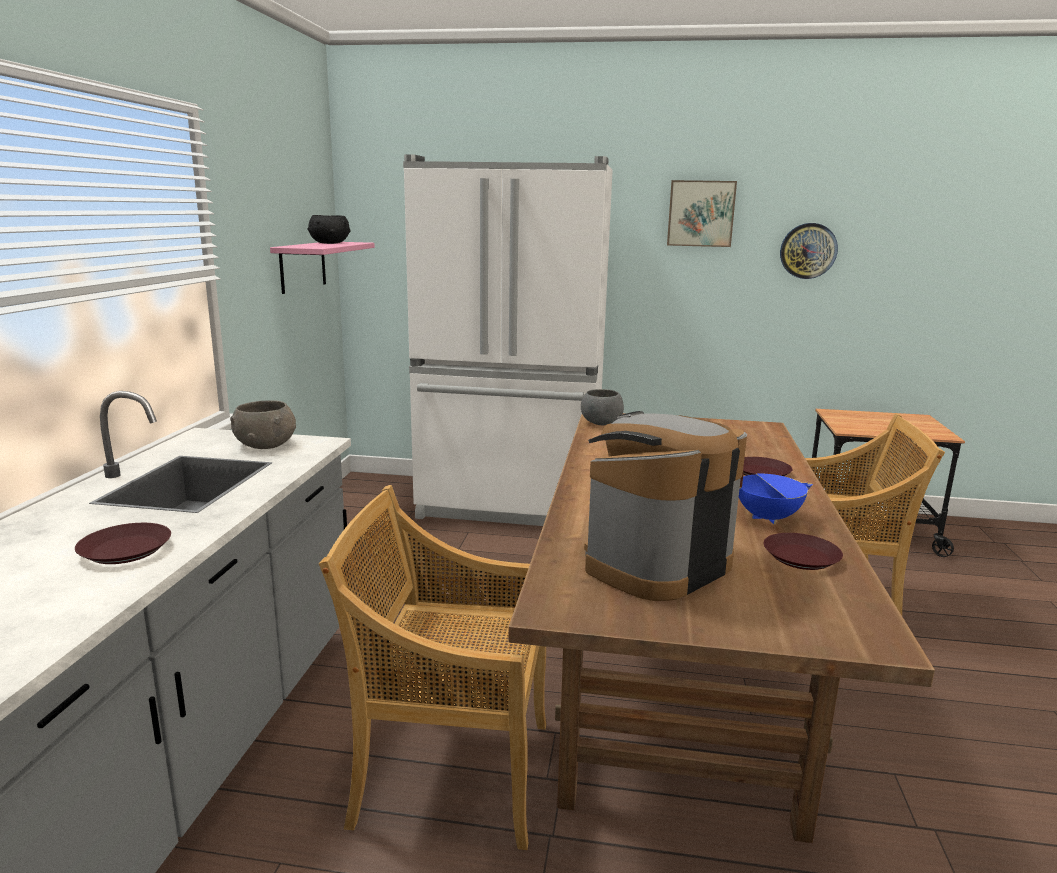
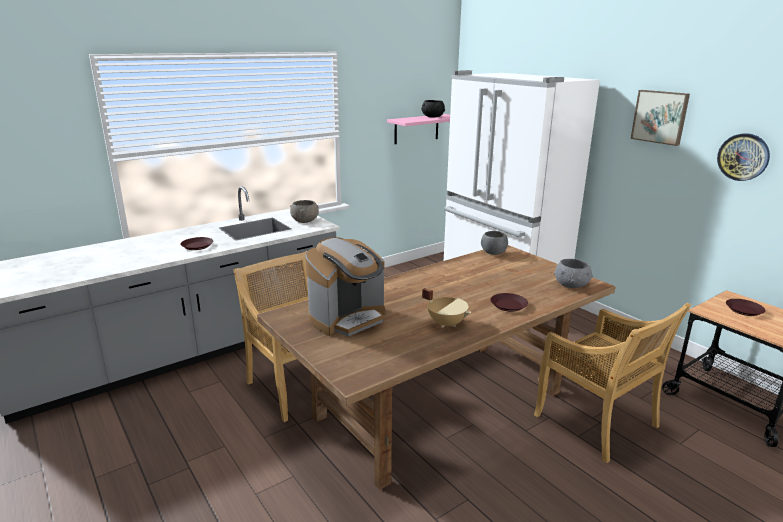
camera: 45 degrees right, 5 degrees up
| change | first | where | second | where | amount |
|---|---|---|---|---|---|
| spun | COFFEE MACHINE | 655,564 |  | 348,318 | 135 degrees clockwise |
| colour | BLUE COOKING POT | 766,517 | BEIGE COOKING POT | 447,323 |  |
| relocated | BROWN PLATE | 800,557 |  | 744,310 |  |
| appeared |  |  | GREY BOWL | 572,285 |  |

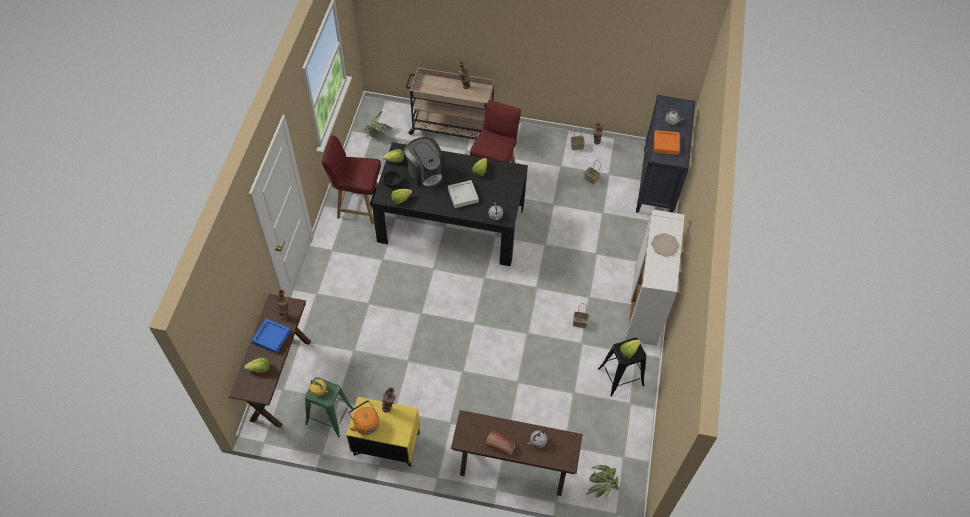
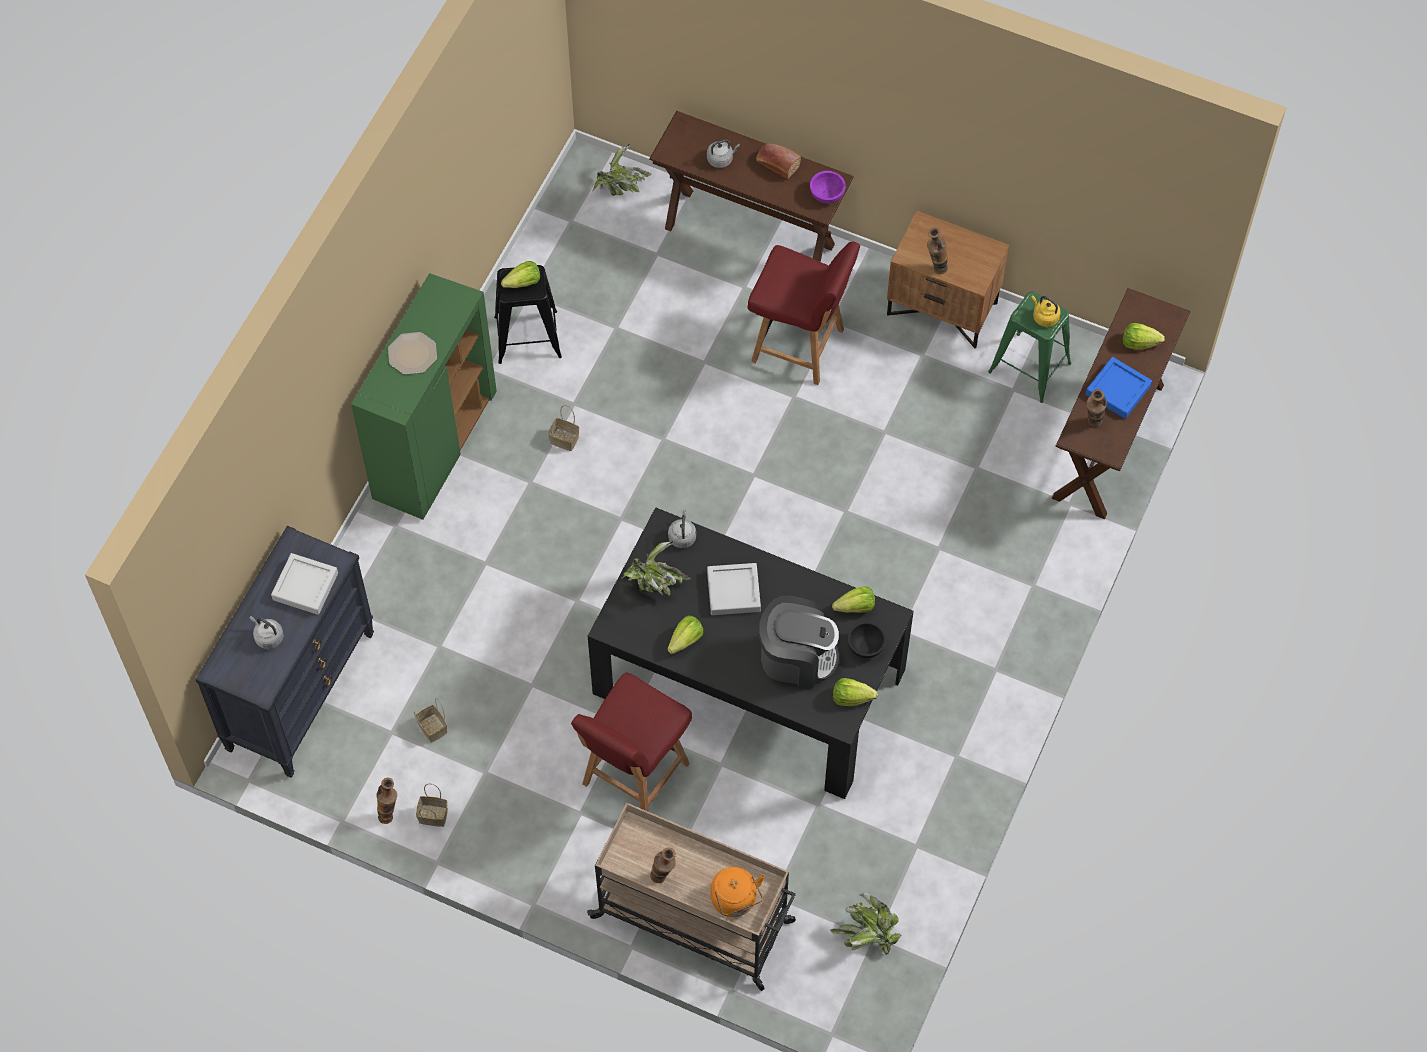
camera: 165 degrees left, 5 degrees up
| change | first | where | second | where | amount |
|---|---|---|---|---|---|
| relocated | RED CHAIR | 358,206 |  | 800,346 |  |
| colour | YELLOW NIGHTSTAND | 386,445 | BROWN NIGHTSTAND | 943,308 |  |
| relocated | ORANGE KETTLE | 365,423 |  | 735,901 |  |
| spun | COFFEE MACHINE | 425,173 |  | 796,657 | 120 degrees clockwise |
| colour | WHITE CABINET | 645,306 | GREEN CABINET | 434,445 |  |
| colour | ORANGE TRAY | 666,144 | GREY TRAY | 305,586 |  |
| appeared |  |  | POTTED PLANT | 654,583 |  |
| appeared |  |  | PURPLE BOWL | 826,194 |  |

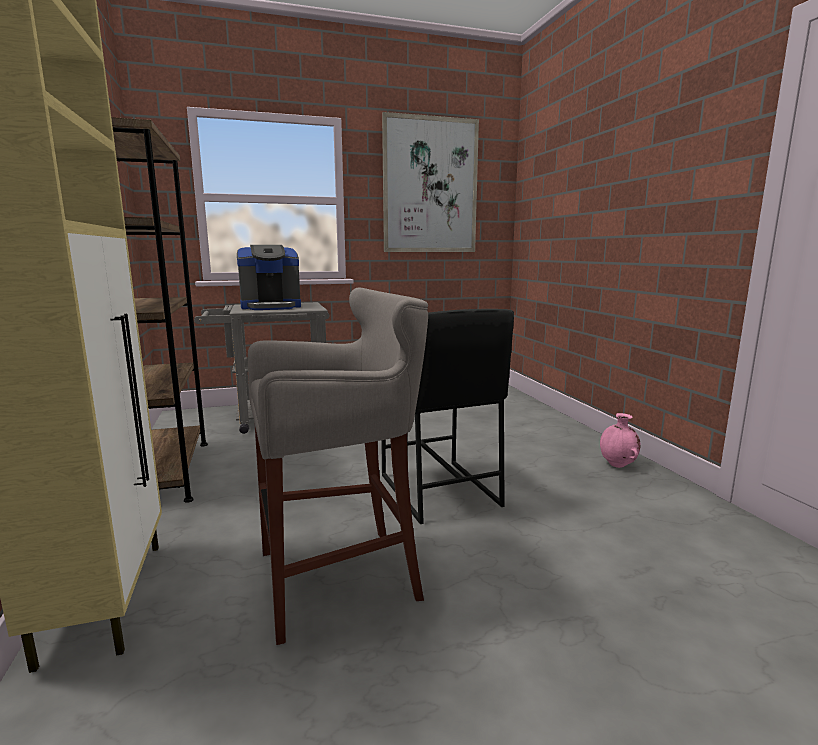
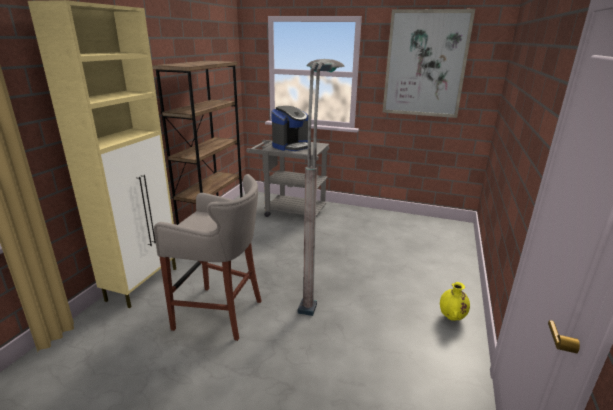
camera: 35 degrees right, 10 degrees up
| change | first | where | second | where | amount |
|---|---|---|---|---|---|
| spun | COFFEE MACHINE | 271,307 |  | 291,146 | 60 degrees counterclockwise |
| exchanged | BLACK STOOL | 438,490 | GREY FLOOR LAMP | 315,288 |  |
| colour | PINK VASE | 617,465 | YELLOW VASE | 452,318 |  |

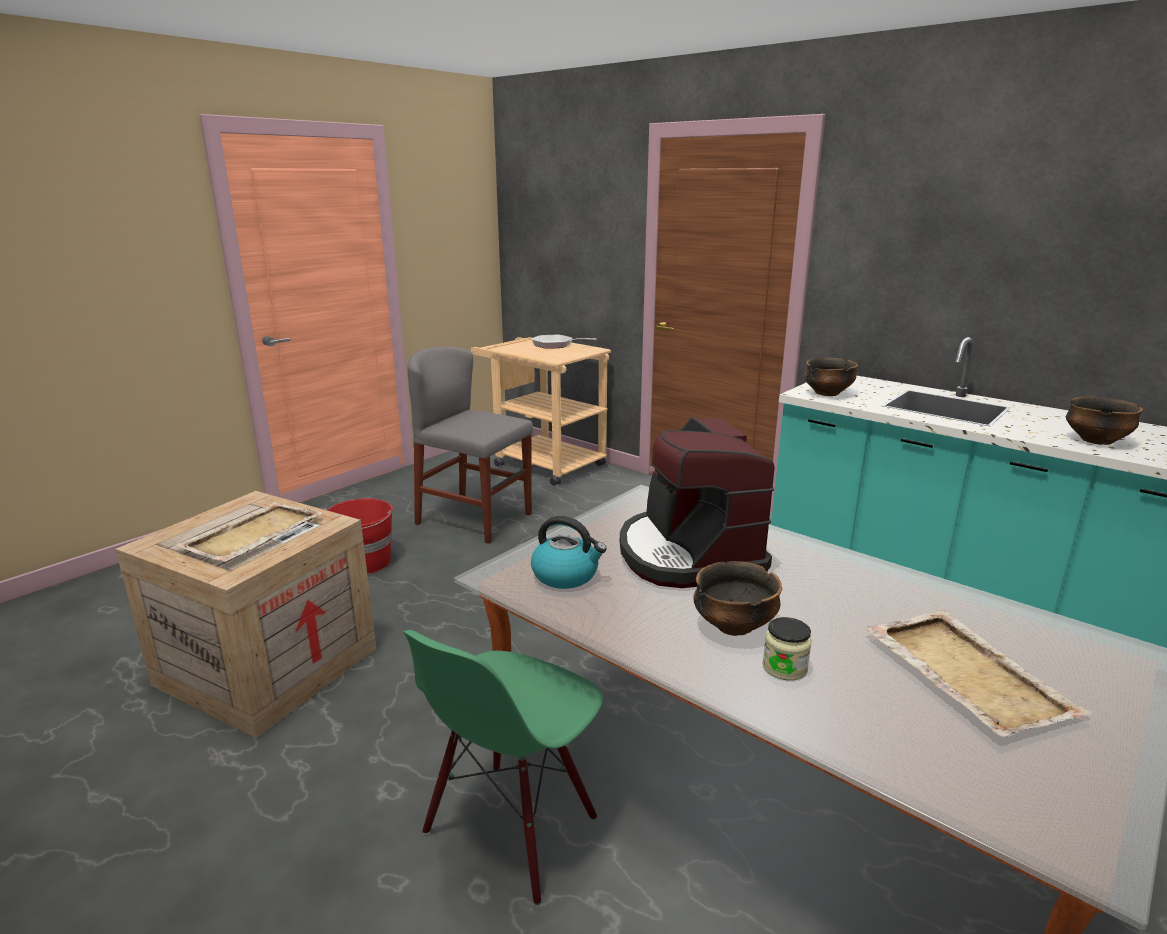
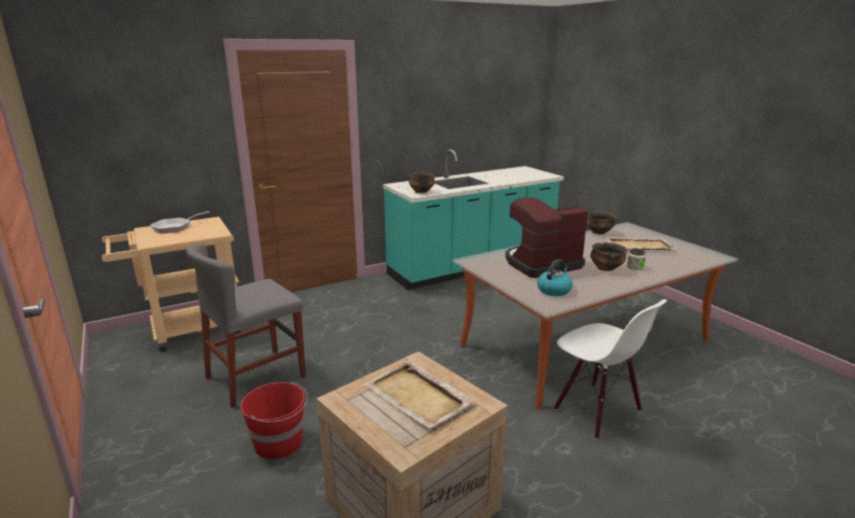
camera: 70 degrees left, 0 degrees up
| change | first | where | second | where | amount |
|---|---|---|---|---|---|
| colour | GREEN CHAIR | 511,828 | WHITE CHAIR | 596,410 |  |
| spun | COFFEE MACHINE | 688,554 |  | 541,264 | 150 degrees clockwise |
| relocated | BOWL | 1096,441 |  | 599,232 |  |

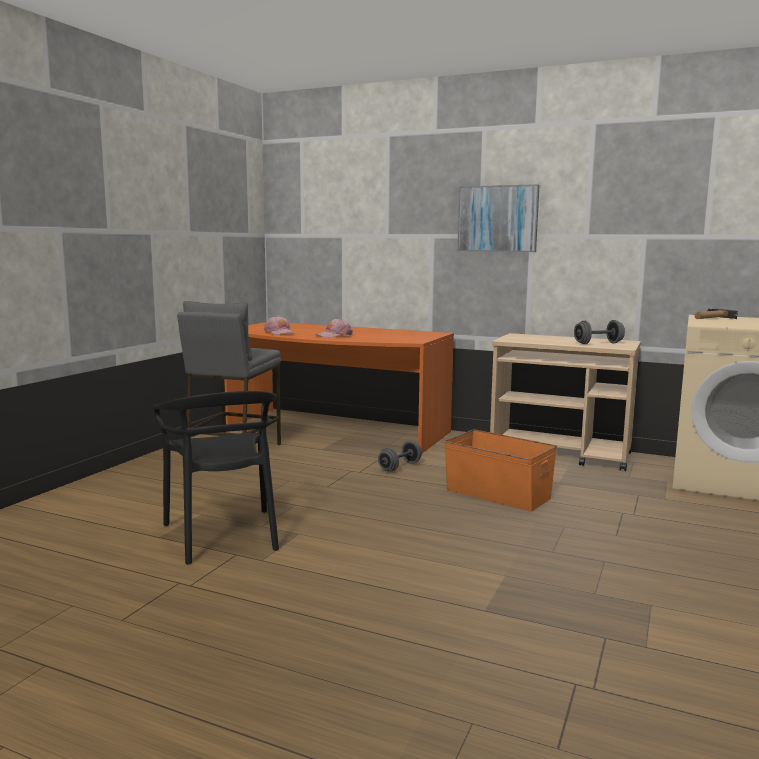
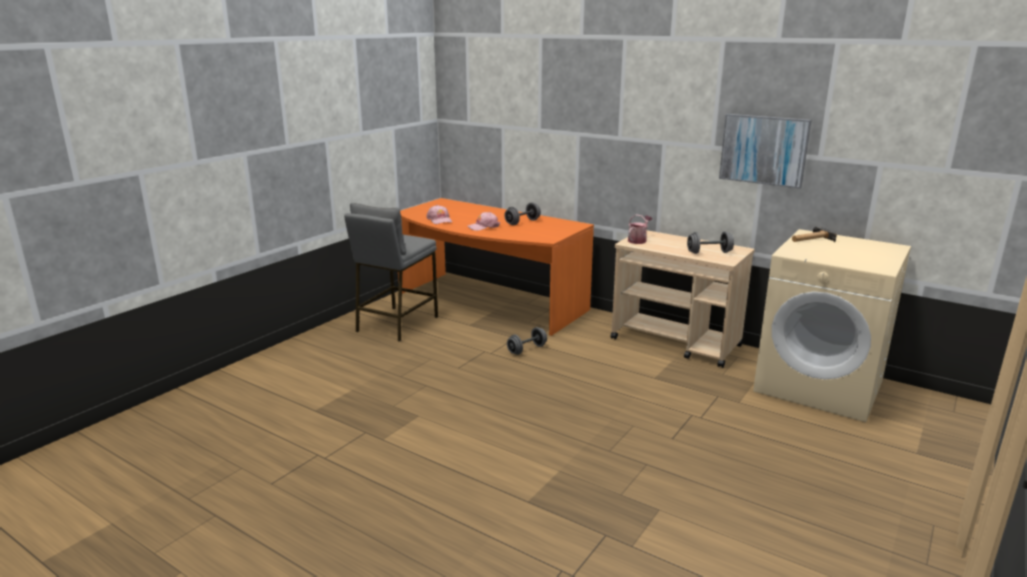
camera: 10 degrees right, 10 degrees up
| change | first | where | second | where | amount |
|---|---|---|---|---|---|
| missing | BLACK CHAIR | 223,535 |  |  |  |
| missing | ORANGE STORAGE BOX | 497,493 |  |  |  |
| relocated | PICTURE | 497,219 |  | 764,150 |  |
| appeared |  |  | GREY DUMBBELL | 522,222 |  |
| appeared |  |  | WATERING CAN | 638,240 |  |

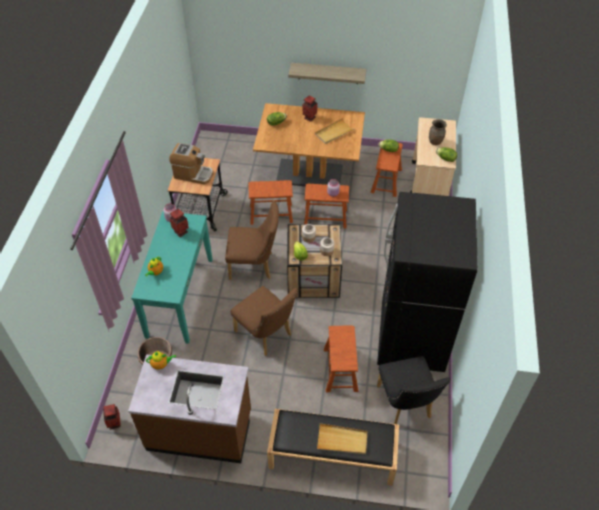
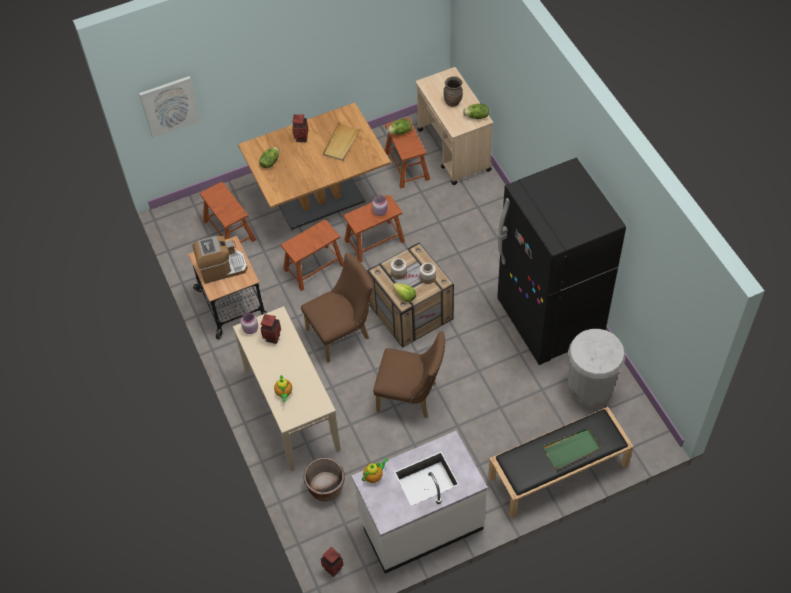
camera: 30 degrees left, 5 degrees up
| change | first | where | second | where | amount |
|---|---|---|---|---|---|
| colour | BROWN COUNTER | 199,430 | WHITE COUNTER | 420,524 |  |
| colour | TURQUOISE CONSOLE TABLE | 179,297 | BEIGE CONSOLE TABLE | 291,409 |  |
| missing | SHELF | 328,73 |  |  |  |
| colour | BEIGE TRAY | 342,440 | GREEN TRAY | 572,449 |  |
| relocated | BROWN STOOL | 340,369 |  | 229,230 |  |
| exchanged | BLACK CHAIR | 405,406 | WHITE TRASH CAN | 590,388 |  |
| appeared |  |  | PICTURE | 170,106 |  |

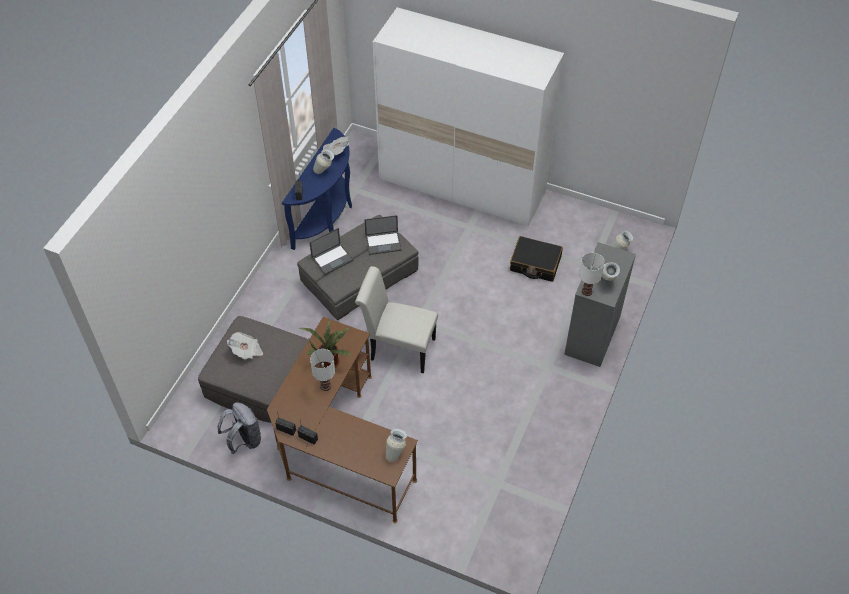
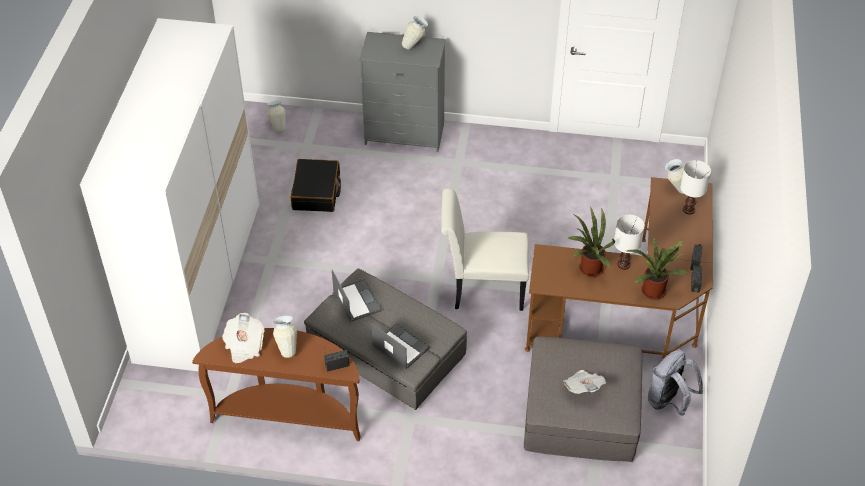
camera: 105 degrees left, 5 degrees down
| change | first | where | second | where | amount |
|---|---|---|---|---|---|
| colour | BLUE CONSOLE TABLE | 327,217 | BROWN CONSOLE TABLE | 289,415 |  |
| spun | WHITE CHAIR | 398,348 |  | 482,289 | 90 degrees clockwise |
| relocated | WHITE TABLE LAMP | 587,291 |  | 688,209 |  |
| appeared |  |  | POTTED PLANT | 653,289 |  |

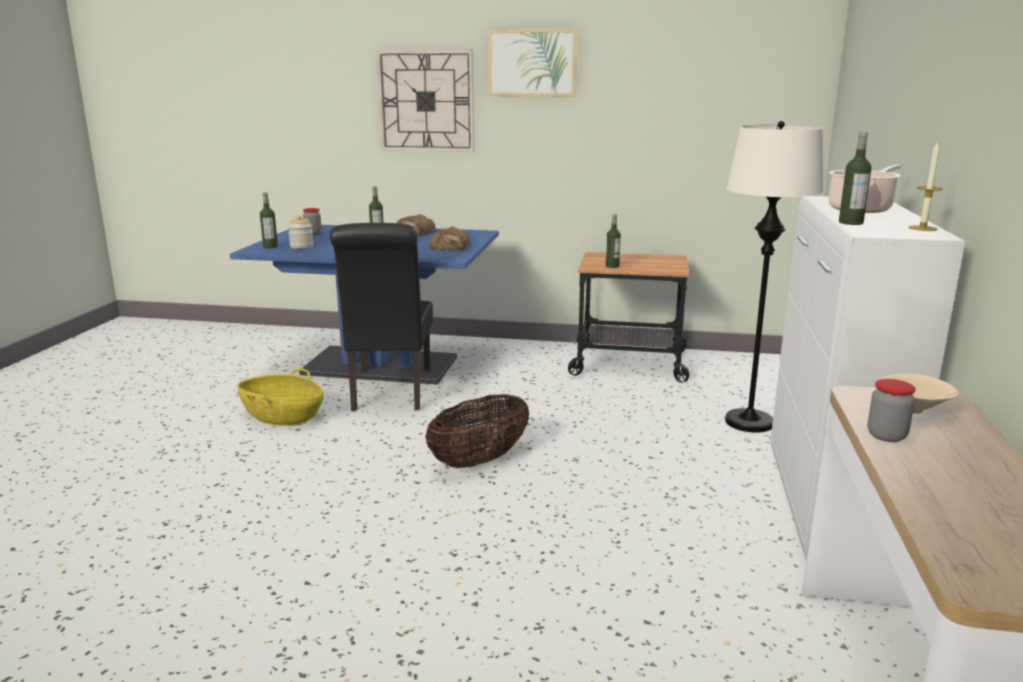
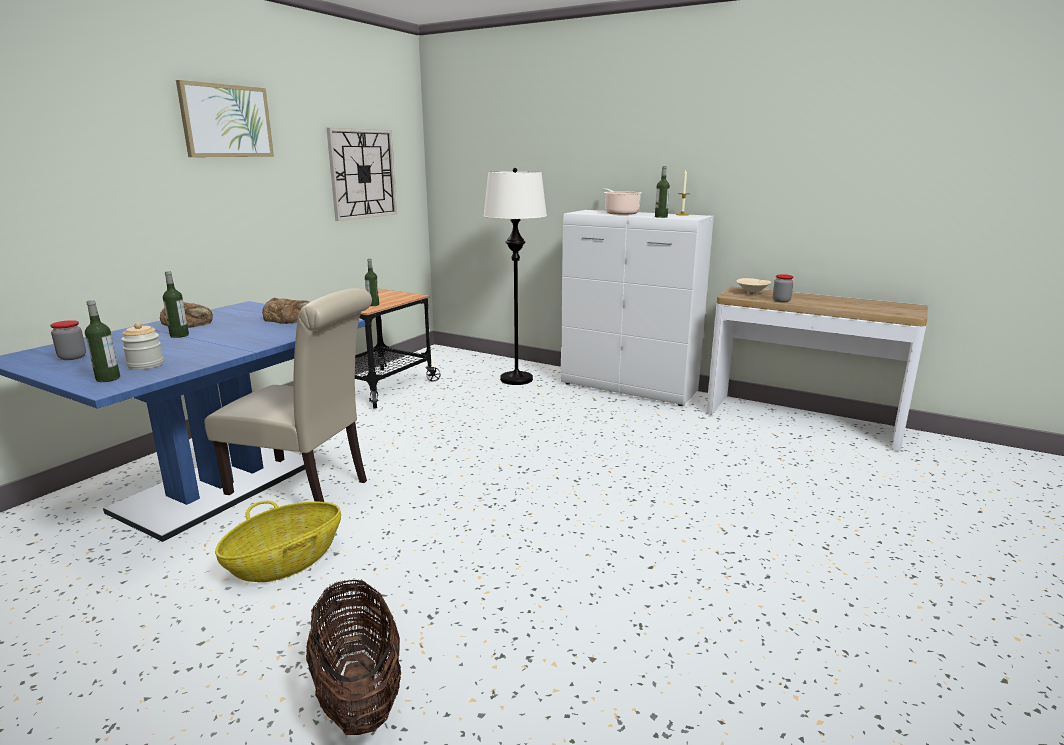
camera: 70 degrees left, 0 degrees up
| change | first | where | second | where | amount |
|---|---|---|---|---|---|
| colour | BLACK CHAIR | 390,394 | BEIGE CHAIR | 306,490 |  |
| relocated | WALL CLOCK | 426,101 |  | 363,174 |  |
| relocated | BASKET | 479,460 |  | 359,693 |  |

